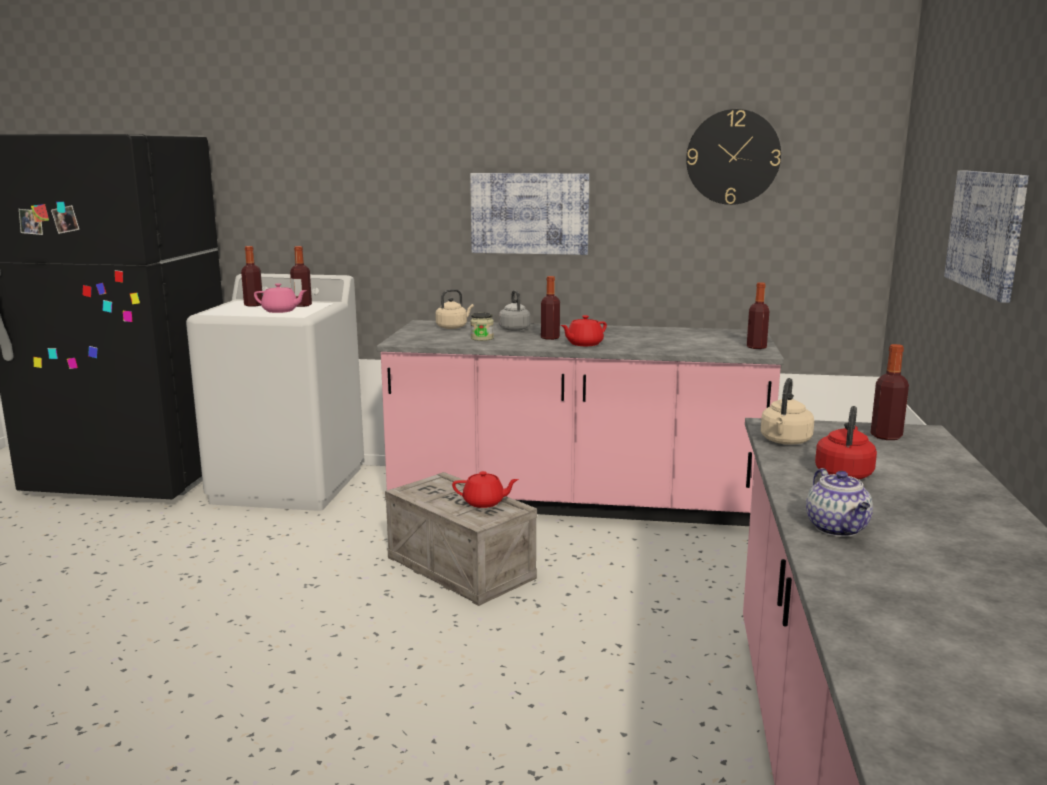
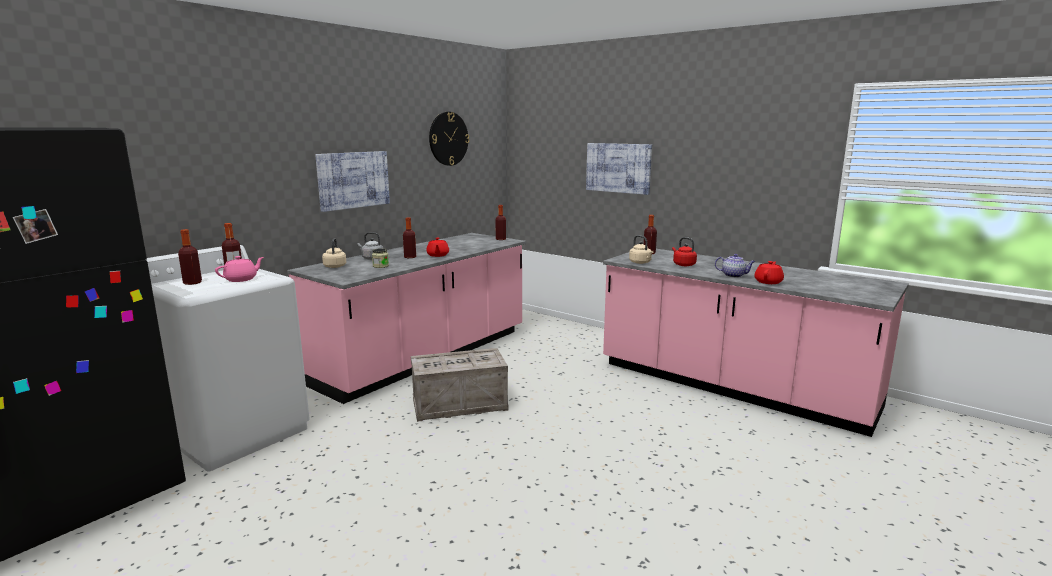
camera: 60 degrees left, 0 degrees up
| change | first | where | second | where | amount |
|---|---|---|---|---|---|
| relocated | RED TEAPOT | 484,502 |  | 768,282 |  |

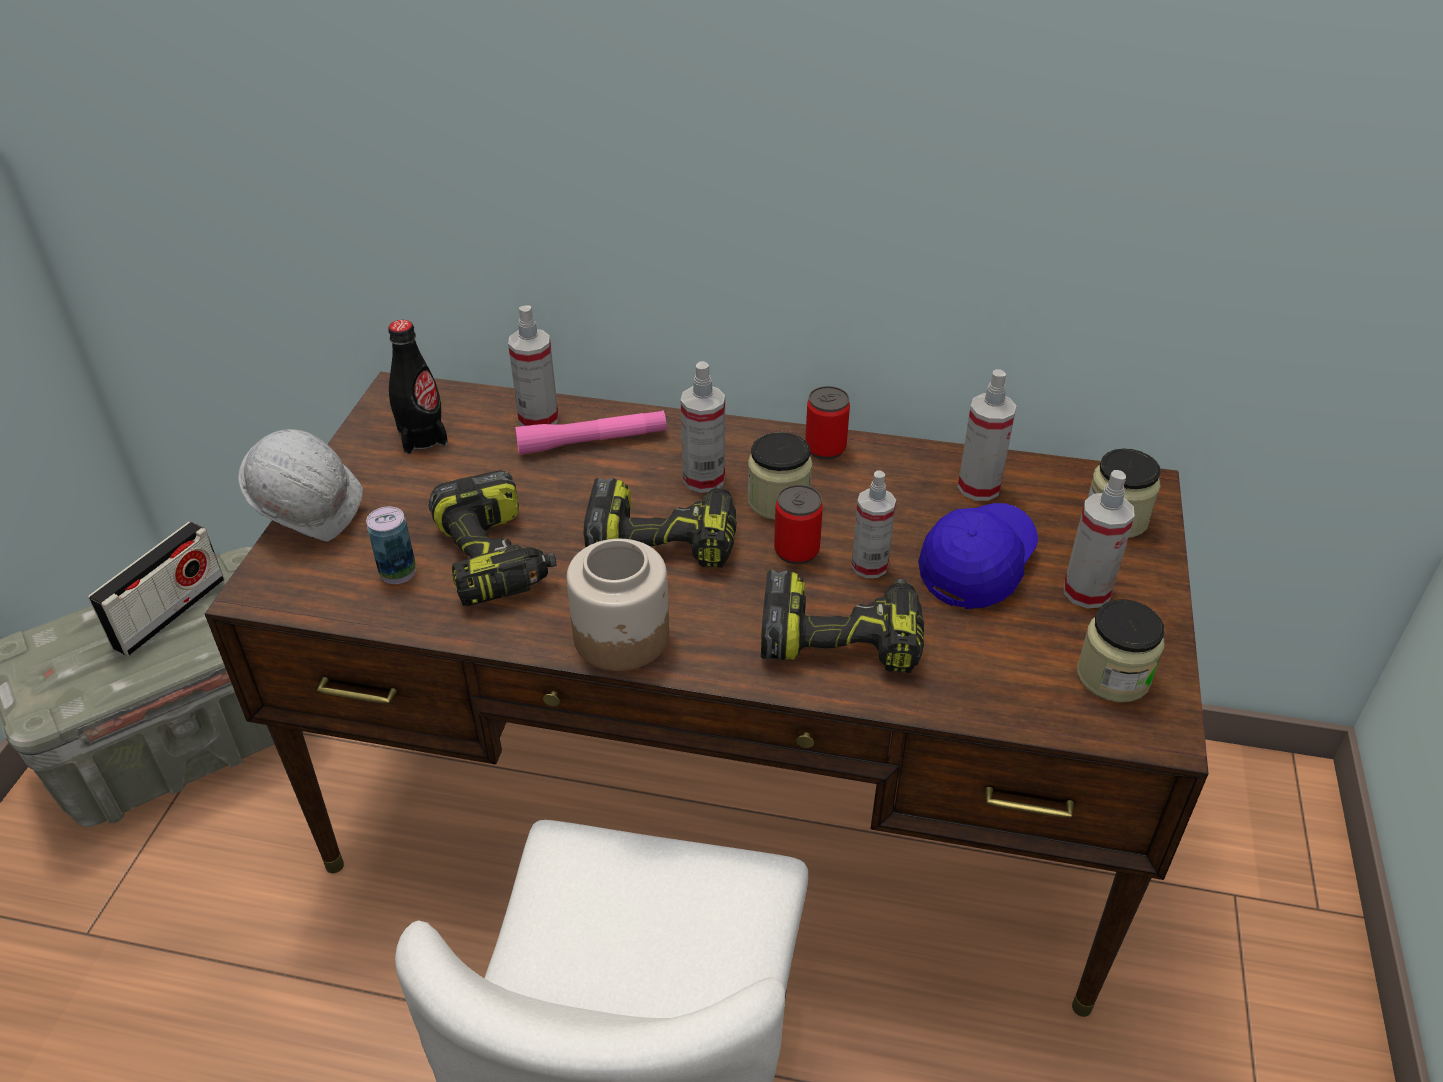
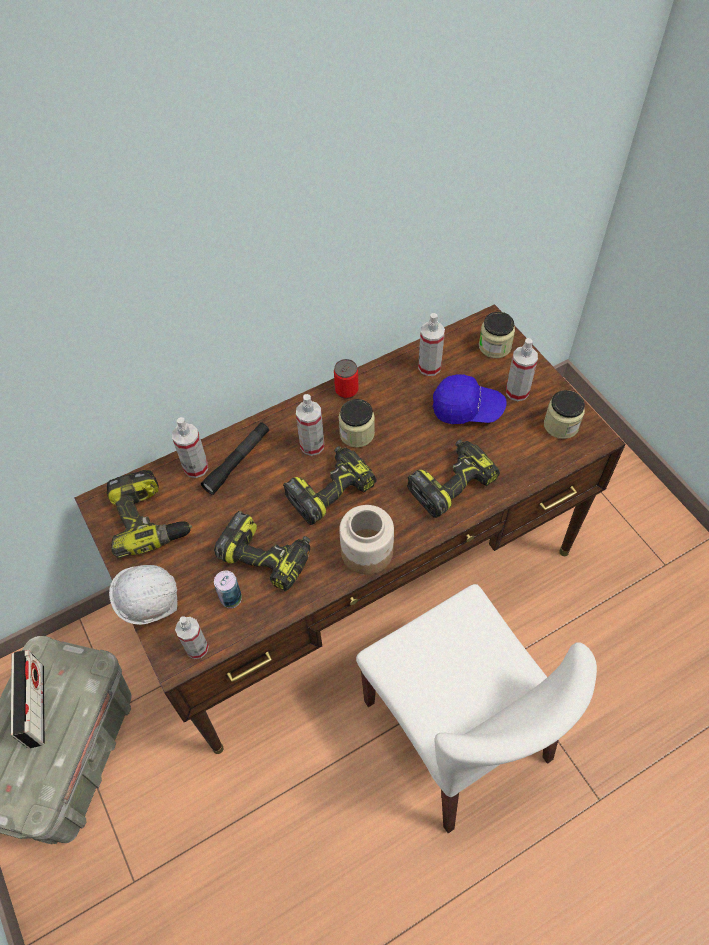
camera: 40 degrees left, 15 degrees up
| change | first | where | second | where | amount |
|---|---|---|---|---|---|
| exchanged | BLACK BOTTLE | 422,437 | POWER DRILL | 149,519 |  |
| colour | PINK FLASHLIGHT | 592,441 | BLACK FLASHLIGHT | 237,461 |  |
| missing | CAN | 796,550 |  |  |  |
| relocated | SPRAY BOTTLE | 869,566 |  | 197,648 |  |
| spun | BLUE CAP | 977,566 |  | 467,409 | 105 degrees clockwise |

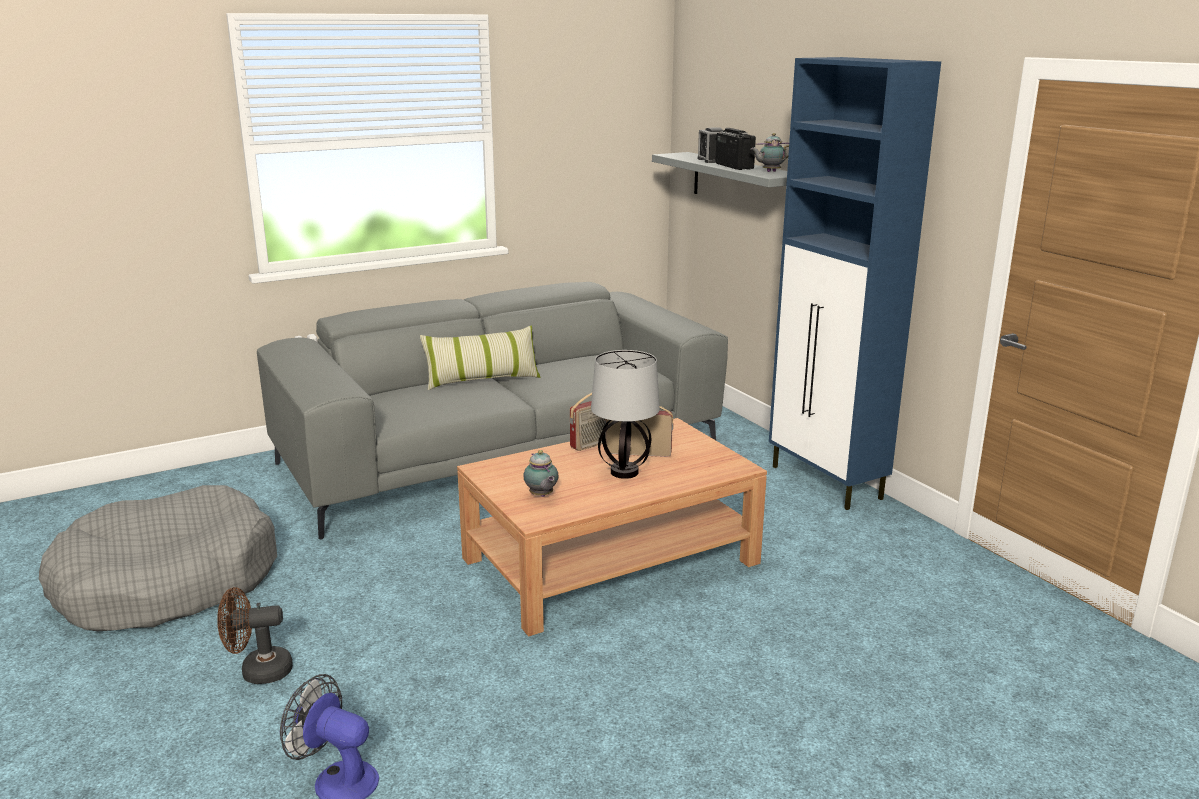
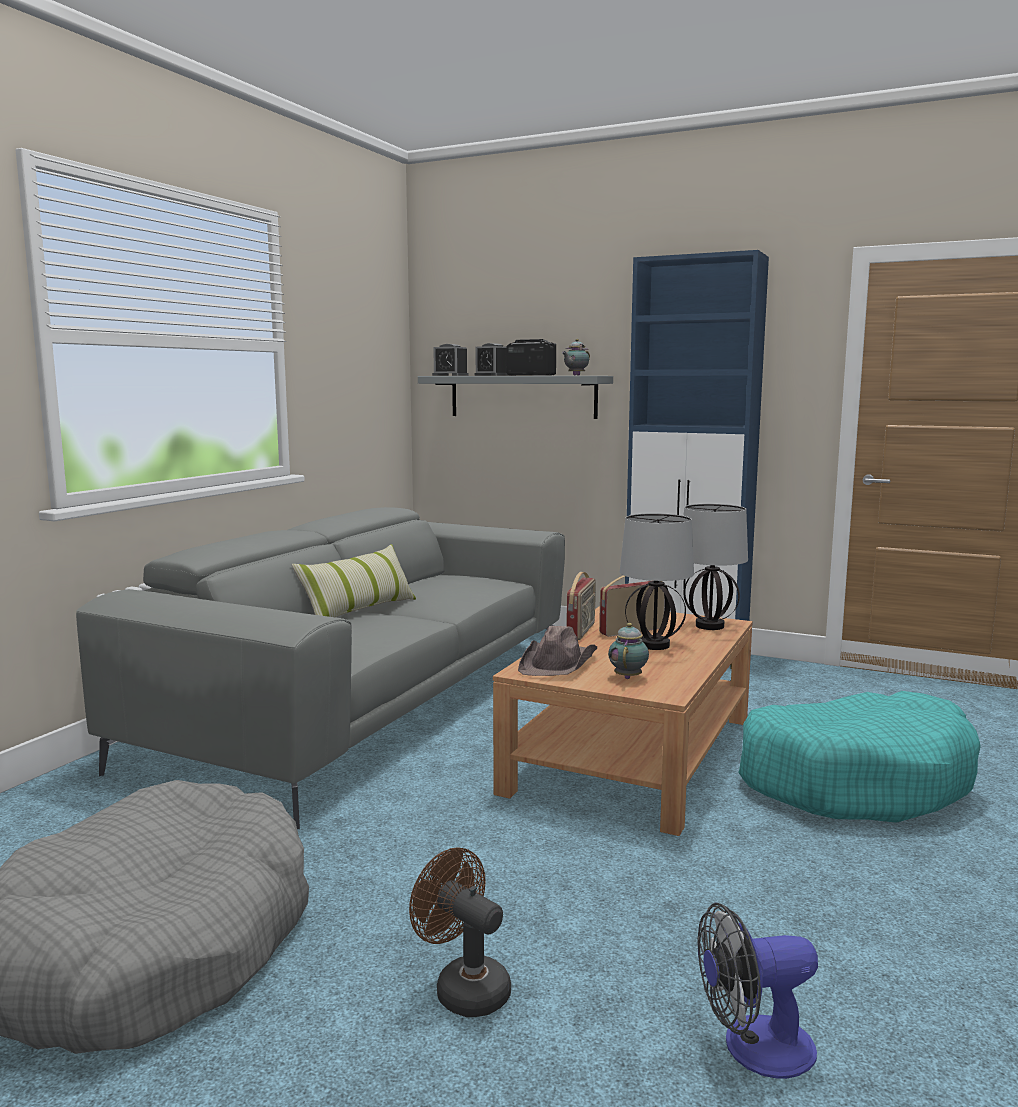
camera: 35 degrees left, 10 degrees down
| change | first | where | second | where | amount |
|---|---|---|---|---|---|
| spun | BROWN FAN | 258,671 |  | 464,987 | 90 degrees clockwise |
| spun | TEAPOT | 541,496 |  | 628,677 | 105 degrees counterclockwise |
| appeared |  |  | ALARM CLOCK | 450,375 |  |
| appeared |  |  | BROWN HAT | 558,663 |  |
| appeared |  |  | TABLE LAMP | 710,626 |  |
| appeared |  |  | TURQUOISE DOG BED | 855,780 |  |

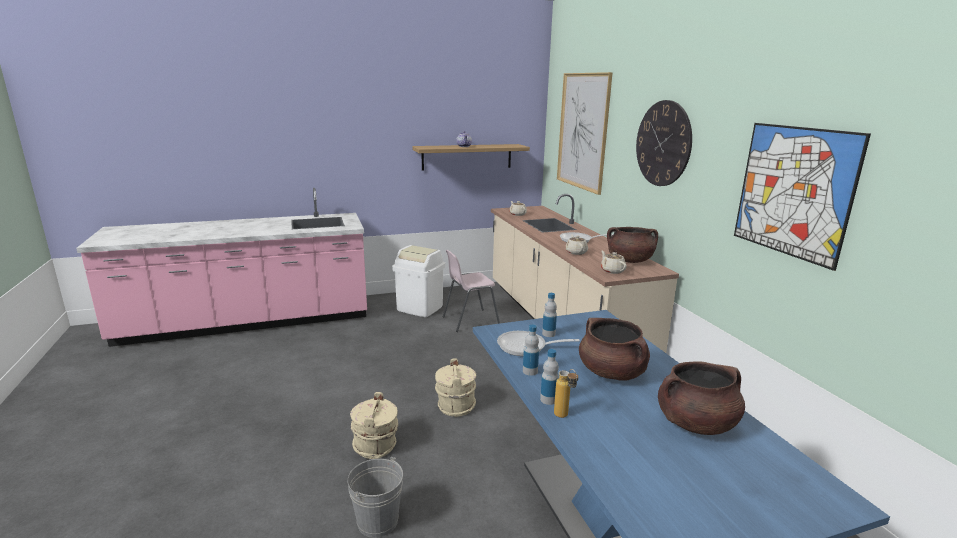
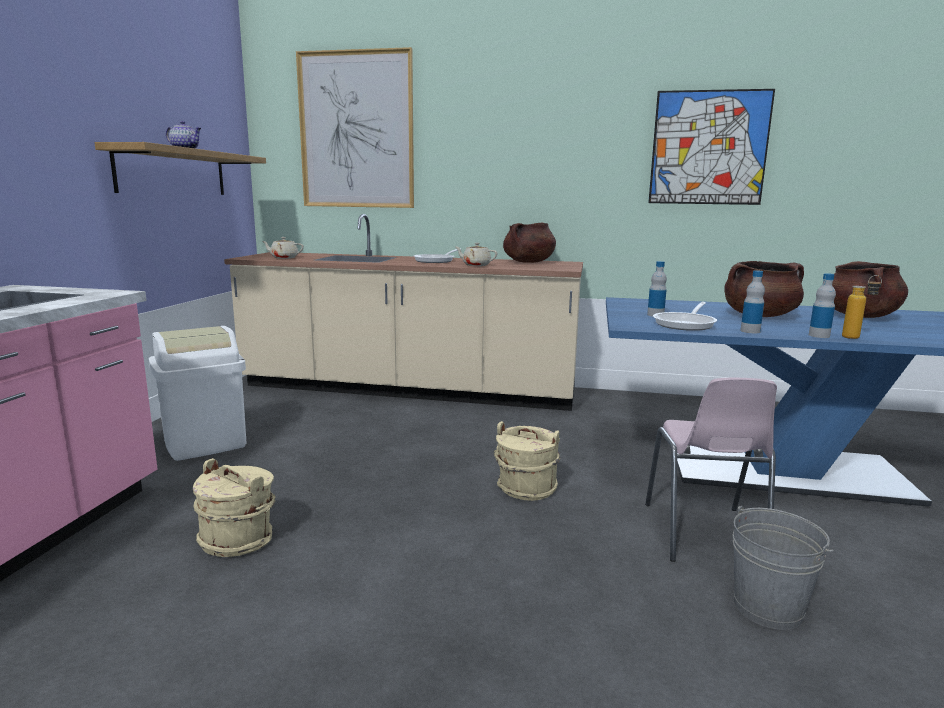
camera: 60 degrees left, 5 degrees down
| change | first | where | second | where | amount |
|---|---|---|---|---|---|
| relocated | BEIGE BUCKET | 376,446 |  | 238,540 |  |
| relocated | PINK CHAIR | 469,320 |  | 703,534 |  |
| missing | BEIGE TEAPOT | 612,270 |  |  |  |
| missing | WALL CLOCK | 663,143 |  |  |  |

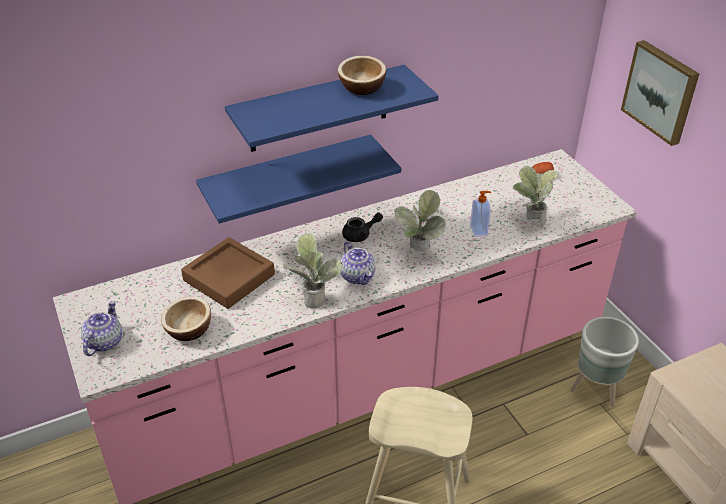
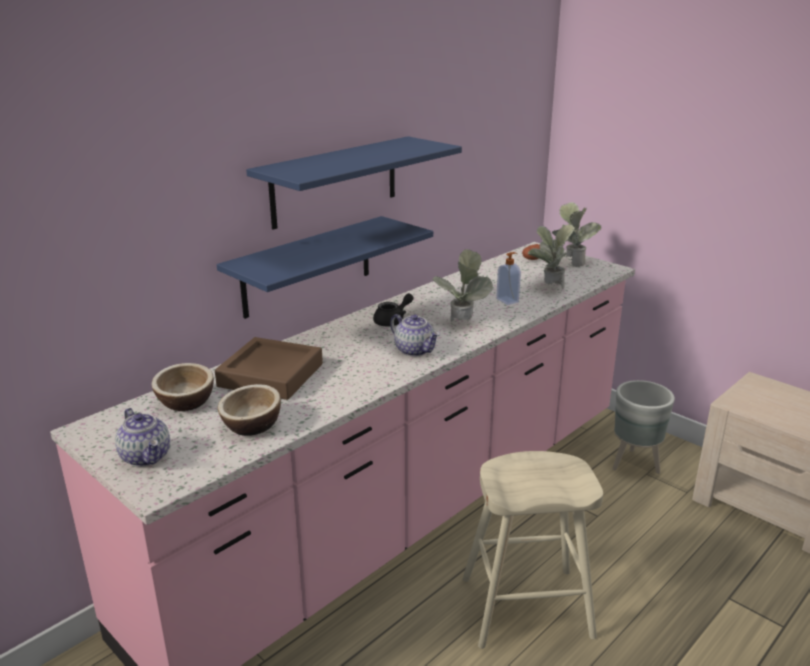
camera: 20 degrees left, 15 degrees down
| change | first | where | second | where | amount |
|---|---|---|---|---|---|
| spun | TEAPOT | 104,342 |  | 146,457 | 150 degrees clockwise |
| relocated | POTTED PLANT | 313,297 |  | 571,262 |  |
| relocated | BOWL | 362,88 |  | 185,402 |  |
| missing | PICTURE | 661,91 |  |  |  |

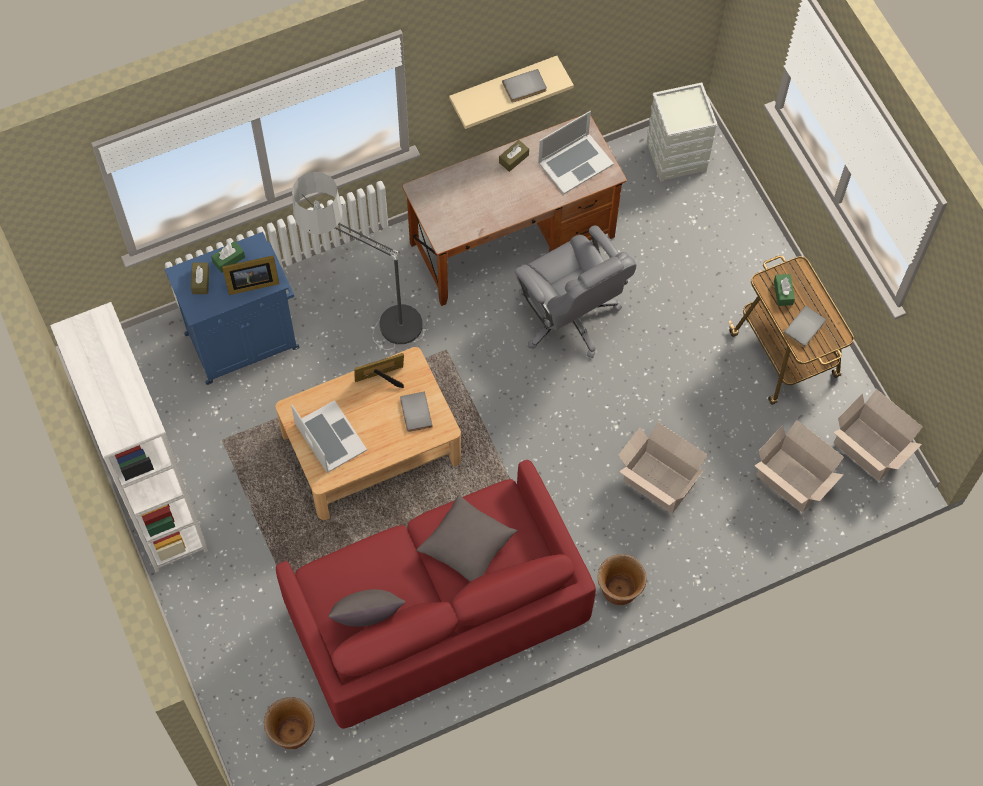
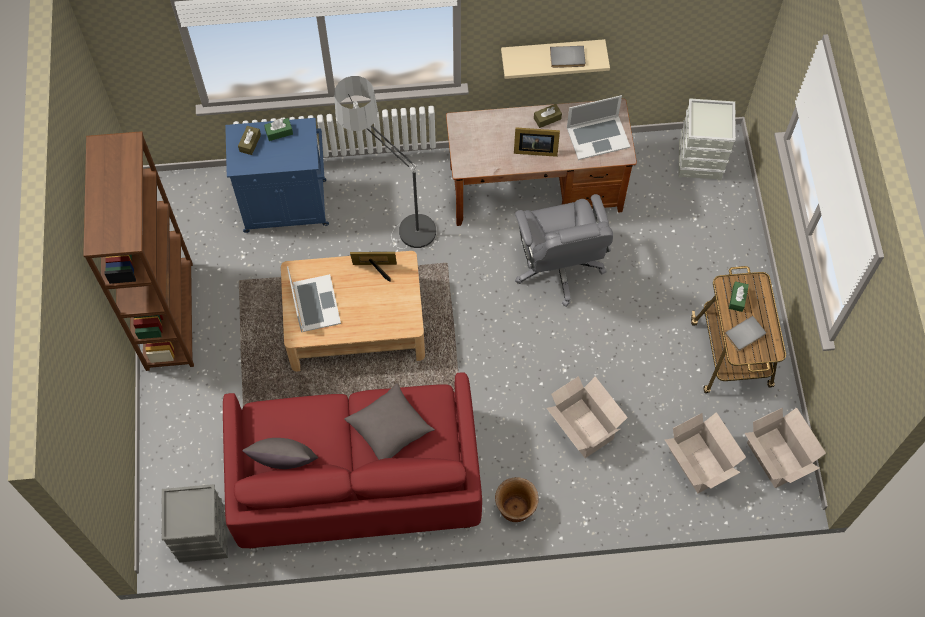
camera: 20 degrees right, 0 degrees up
| change | first | where | second | where | amount |
|---|---|---|---|---|---|
| colour | WHITE BOOKCASE | 158,503 | BROWN BOOKCASE | 169,315 |  |
| relocated | PICTURE FRAME | 251,283 |  | 534,149 |  |
| exchanged | BROWN PLANTER | 292,732 | GREY STORAGE BOX | 202,537 |  |
| missing | GREY BOOK | 414,413 |  |  |  |

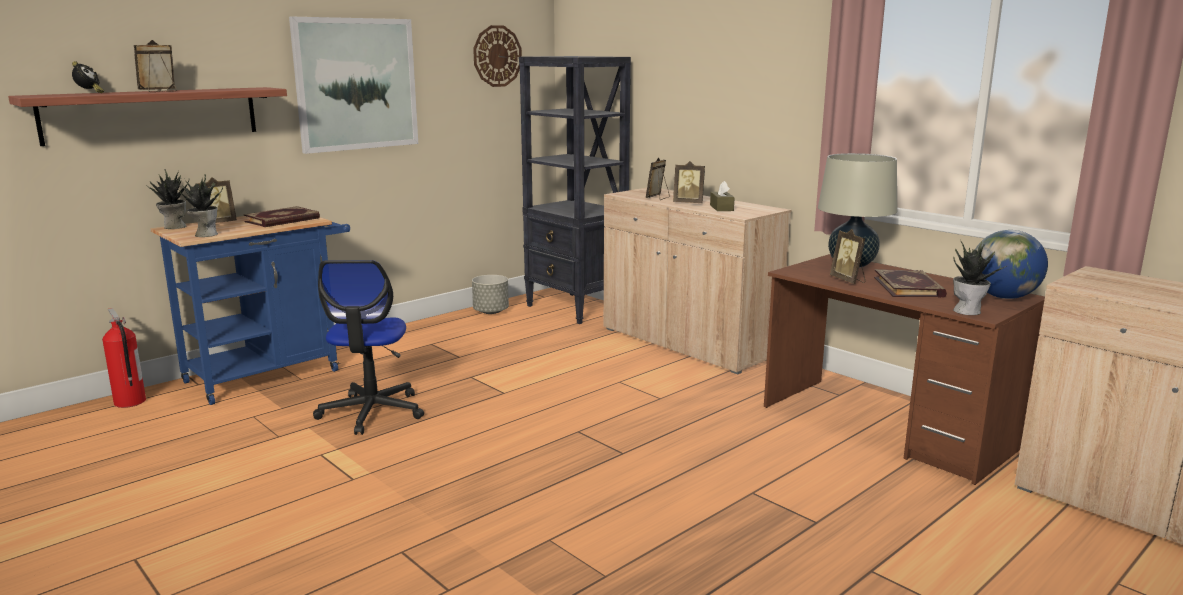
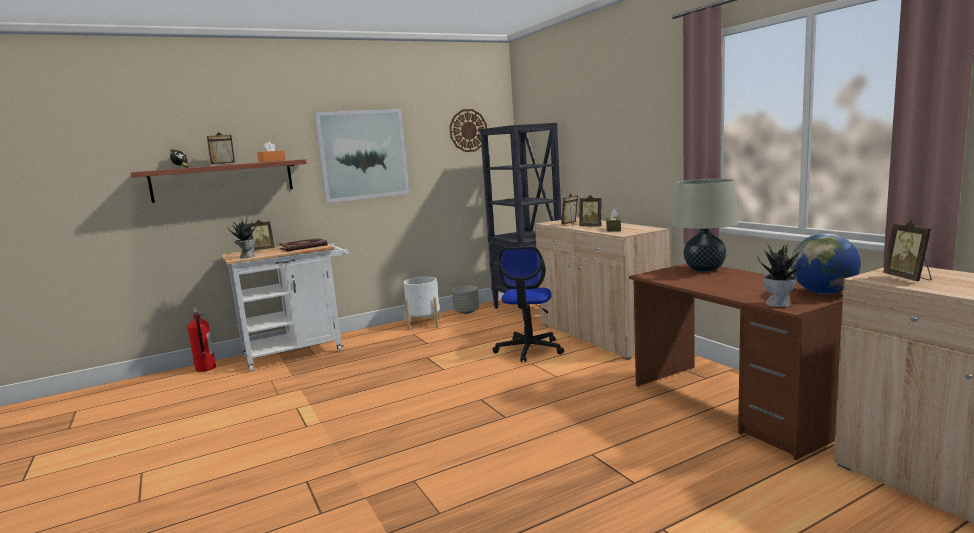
camera: 15 degrees right, 5 degrees down
| change | first | where | second | where | amount |
|---|---|---|---|---|---|
| missing | POTTED PLANT | 174,227 |  |  |  |
| colour | BLUE CART | 271,373 | WHITE CART | 299,352 |  |
| relocated | OFFICE CHAIR | 372,412 |  | 529,350 |  |
| relocated | PICTURE FRAME | 848,280 |  | 908,278 |  |
| missing | BOOK | 909,287 |  |  |  |
| appeared |  |  | ORANGE TISSUE BOX | 272,161 |  |
| appeared |  |  | WHITE PLANTER | 424,324 |  |

